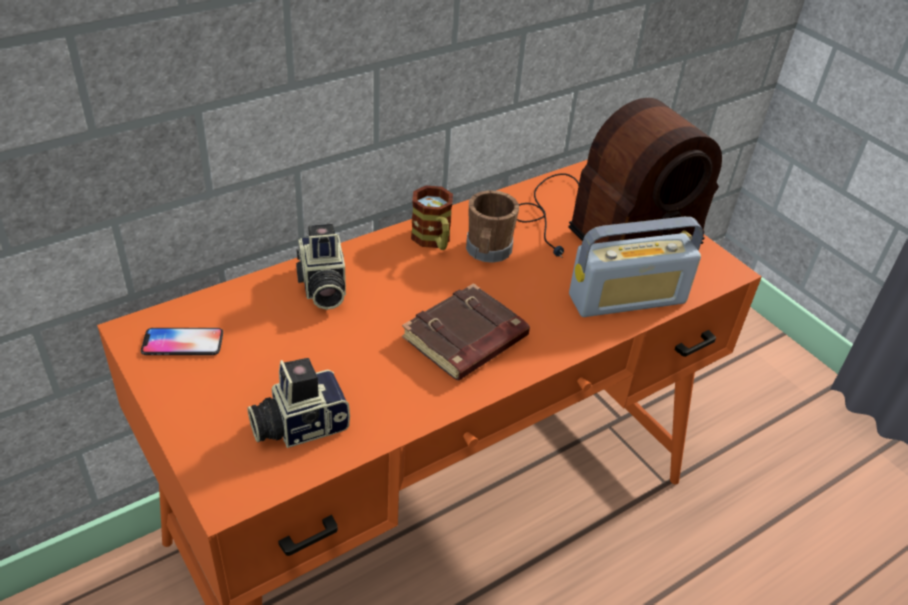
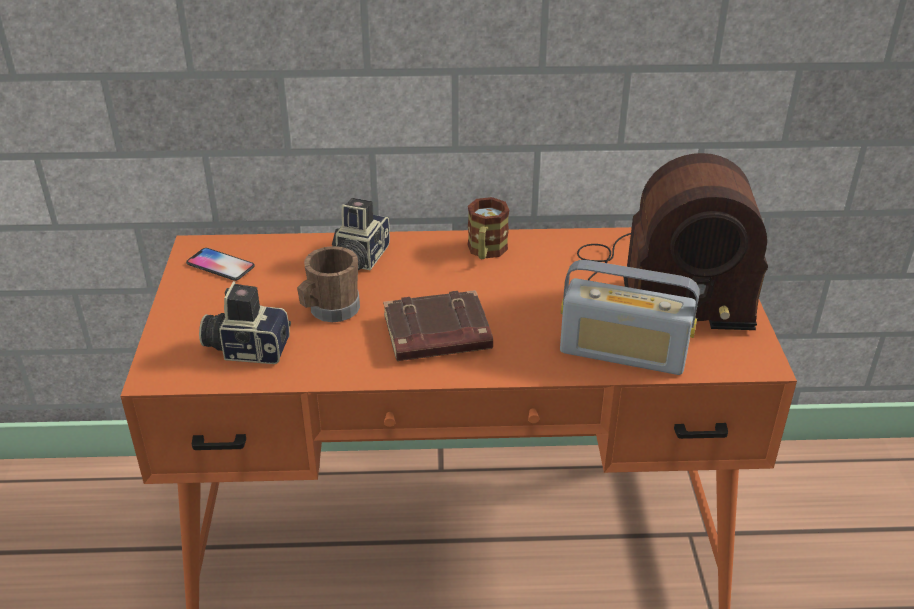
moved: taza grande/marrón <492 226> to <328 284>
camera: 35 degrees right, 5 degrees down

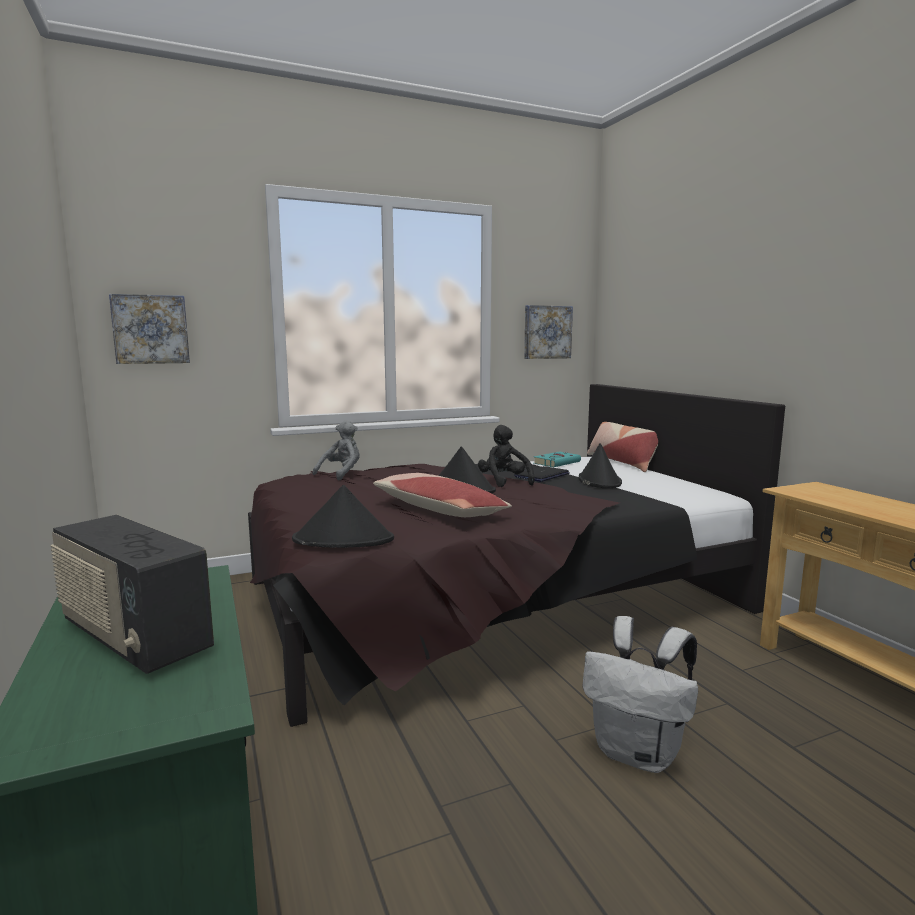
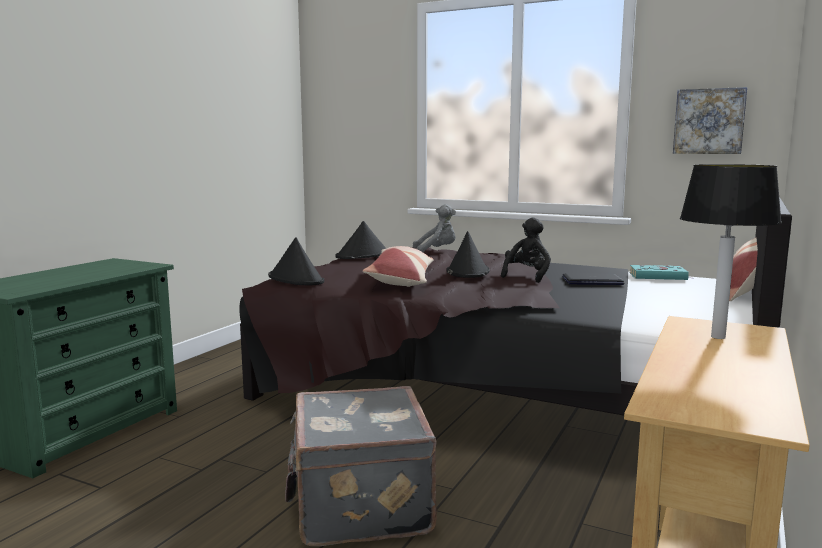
removed: radio <132 594>; cuadro <149 329>
added: lámpara de mesa <731 251>
moved: sombrero/negro <600 465> to <361 240>
replaced: mochila/blanco <640 694> to maleta/gris <361 466>
camera: 50 degrees right, 0 degrees up

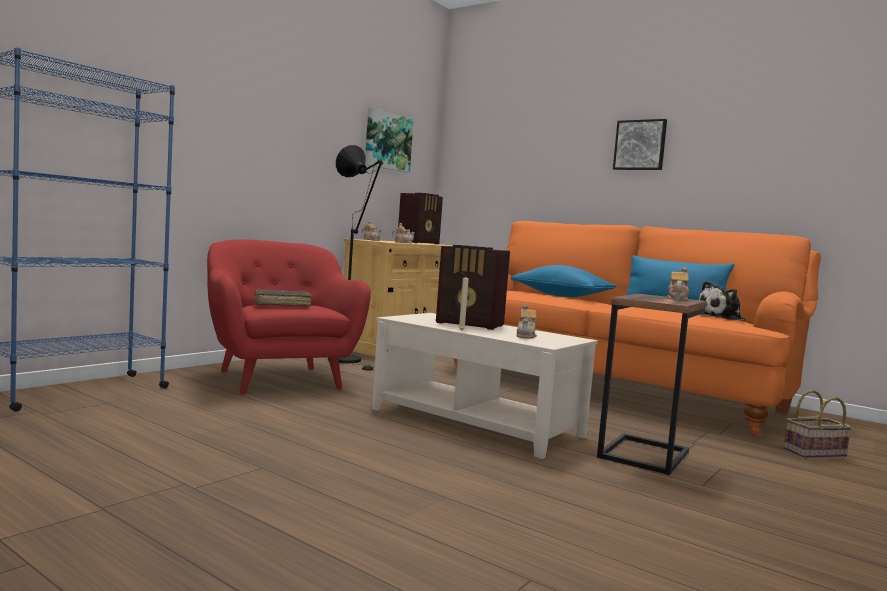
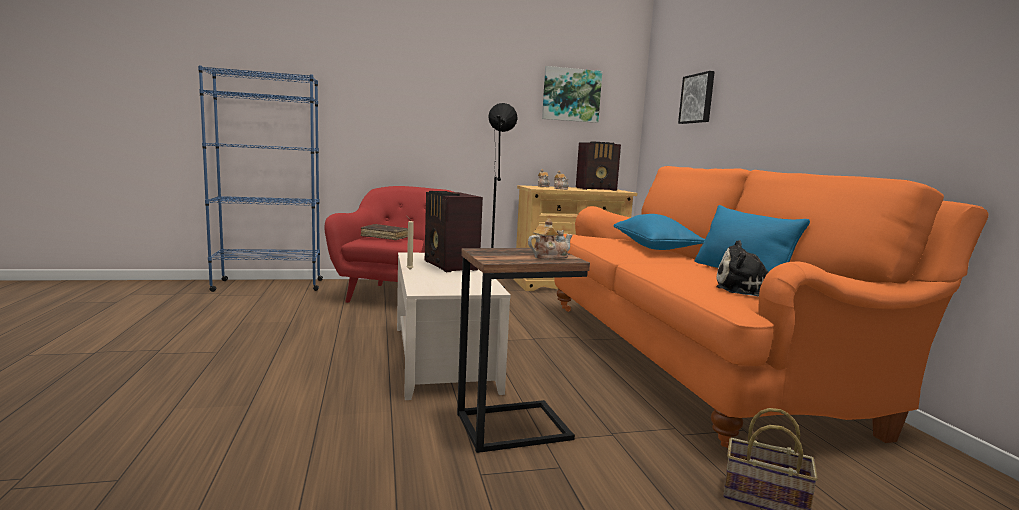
removed: tetera <527 321>
moved: cuadro <640 144> to <696 97>
camera: 40 degrees right, 5 degrees up

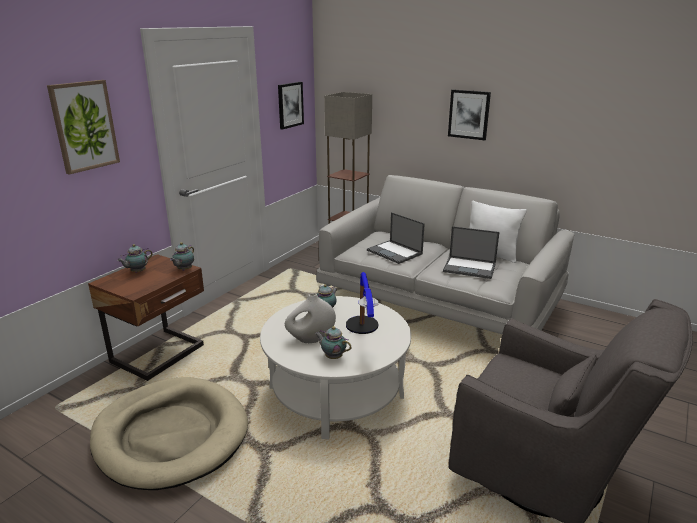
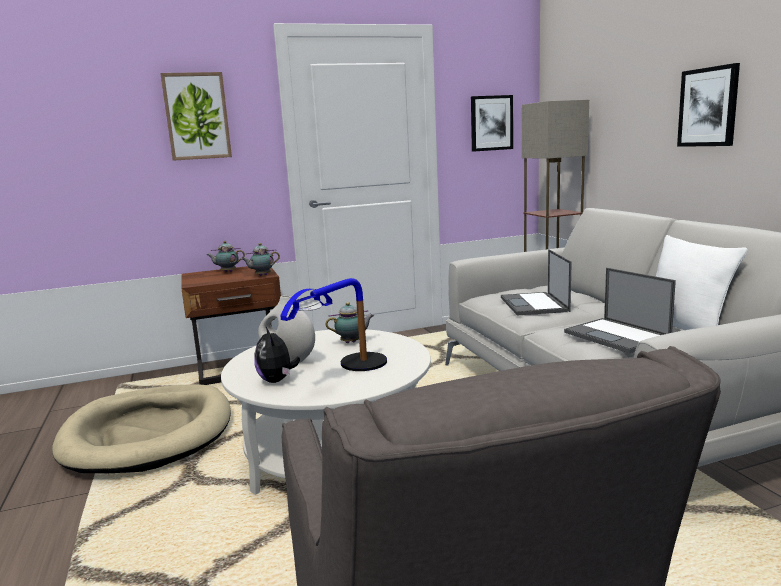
replaced: tetera <333 342> to peluche <277 355>
camera: 40 degrees right, 10 degrees down

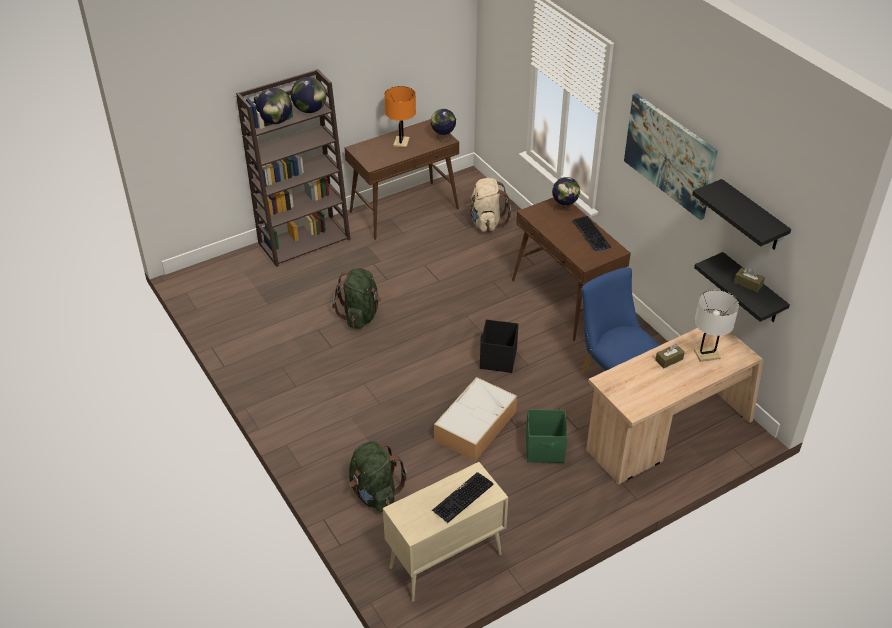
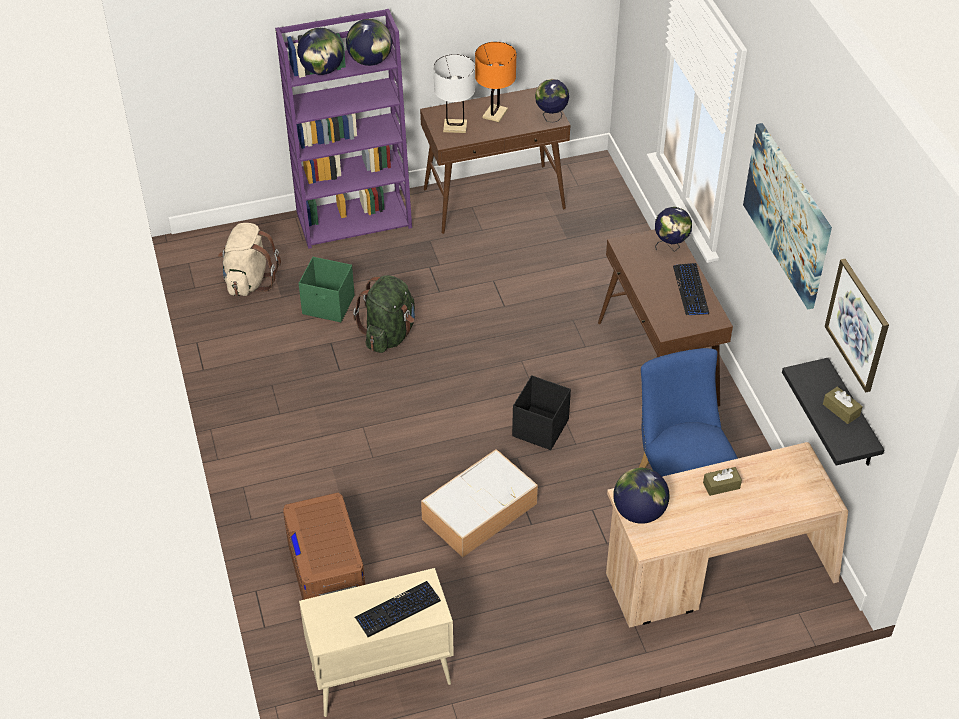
added: globo terráqueo <641 496>
moved: mochila/beis <488 205> to <249 259>; caja de almacenaje/verde <546 436> to <327 289>; lámpara de mesa/blanco <716 326> to <454 93>
replaced: mochila/verde <378 476> to caja de almacenaje/marrón <324 546>; estante/negro <741 214> to cuadro <857 325>
recoloured: estantería/marrón <293 168> to estantería/morado <343 129>
camera: 15 degrees right, 5 degrees up

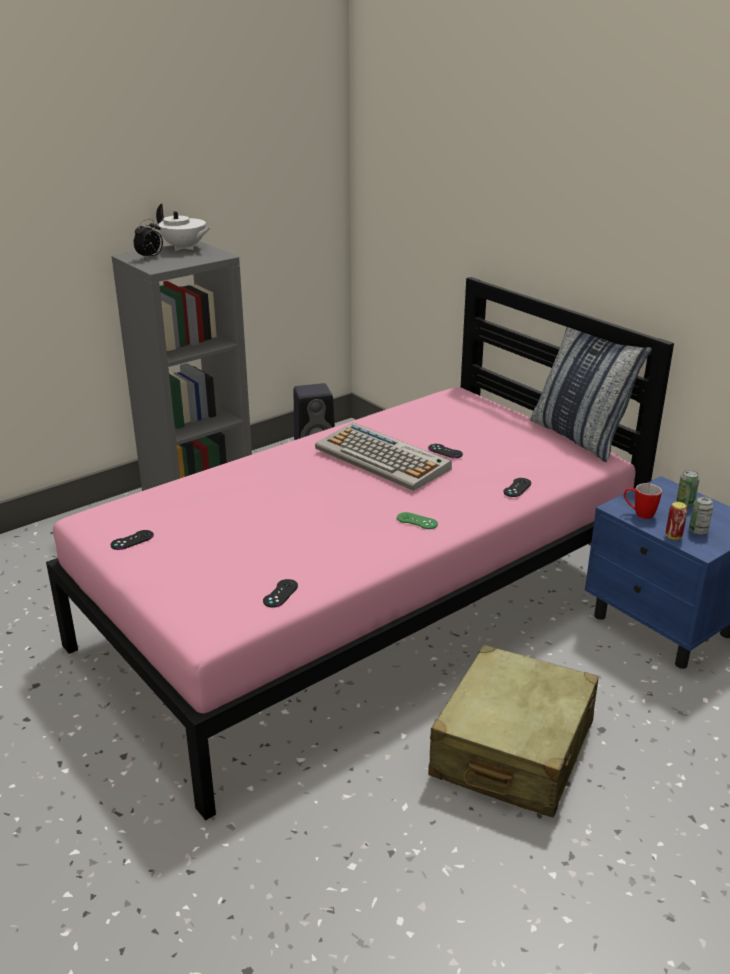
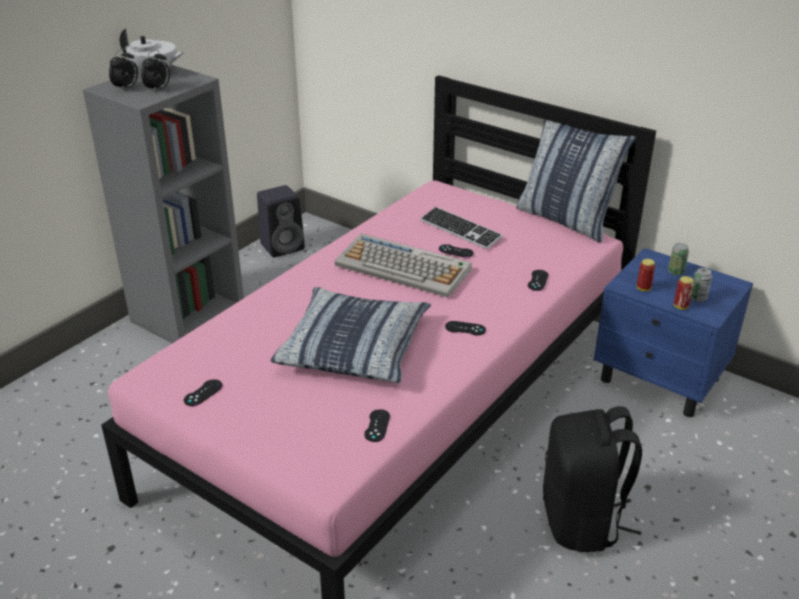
added: despertador <155 71>; cojín <350 335>; teclado <461 228>
replaced: maleta/beis <513 731> to mochila/negro <592 479>; taza grande <643 501> to lata <646 275>
recoloured: mando de consola/verde <417 520> to mando de consola/negro <465 328>
camera: 15 degrees left, 5 degrees up

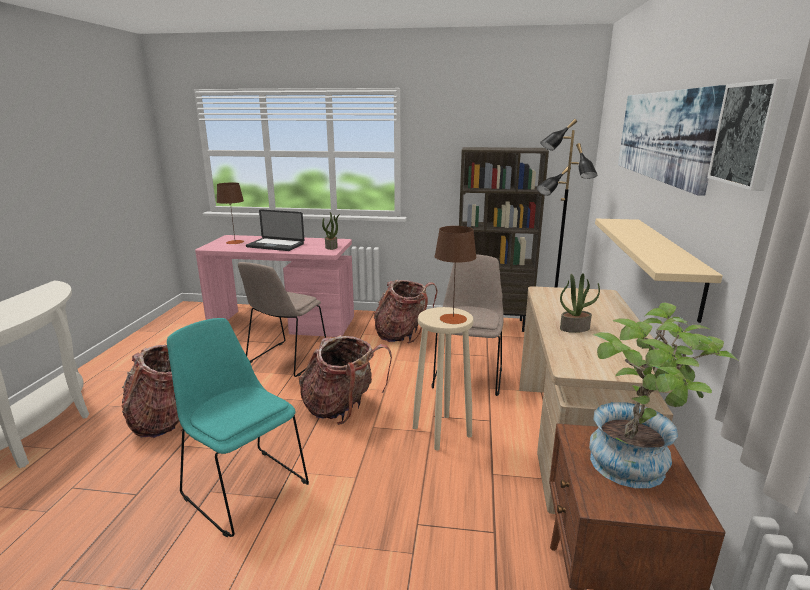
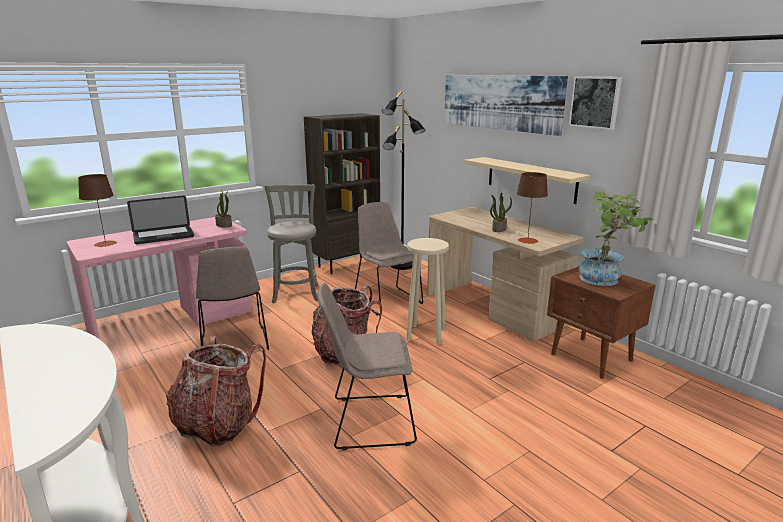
moved: lámpara de mesa/marrón <455 275> to <532 208>
replaced: mochila <406 311> to taburete/gris <291 243>
recoloured: silla/turquesa <238 427> to silla/beis <367 367>
camera: 45 degrees left, 0 degrees up

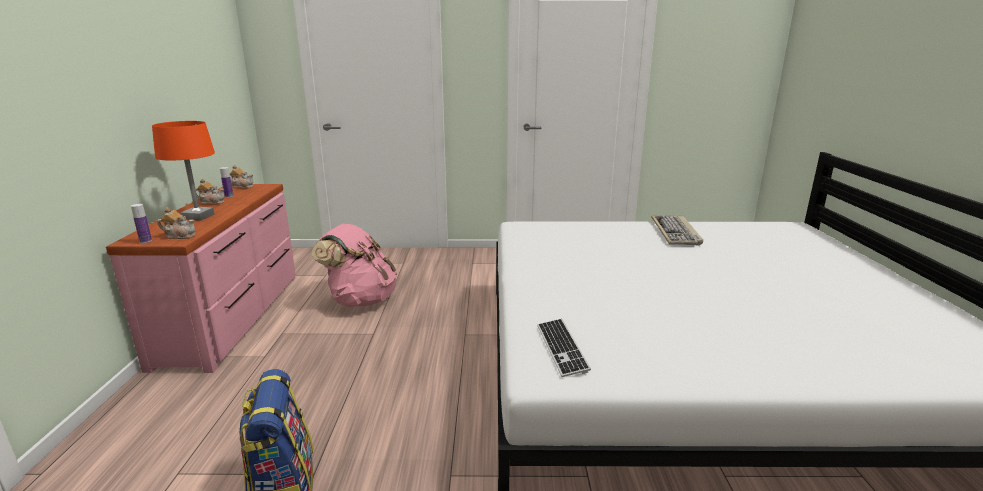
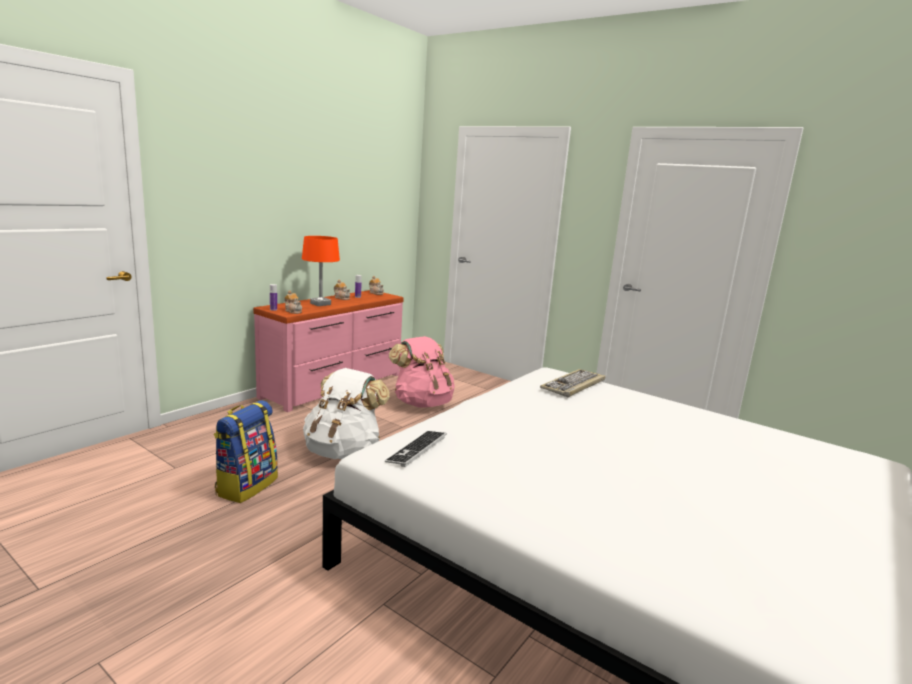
added: mochila/blanco <346 413>
moved: teclado <677 230> to <572 383>
camera: 35 degrees right, 5 degrees down

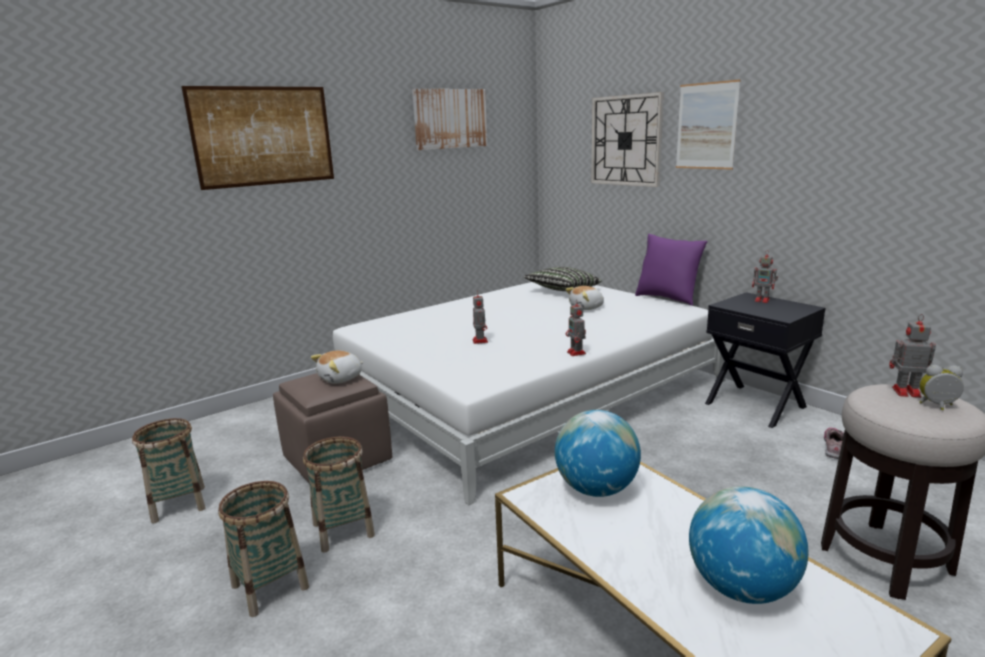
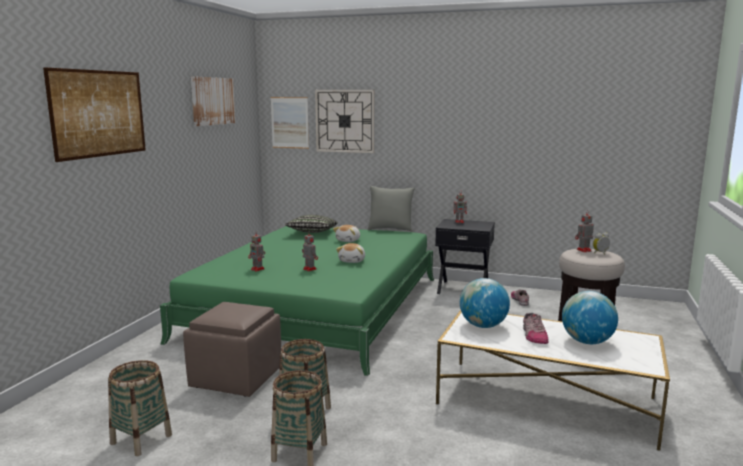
added: zapato <536 328>
moved: peluche <337 367> to <350 253>; robot de juguete <576 327> to <256 251>; cuadro <708 124> to <290 123>
recoloured: cama/blanco <529 393> to cama/verde <297 301>; cojín/morado <671 270> to cojín/gris <391 209>
camera: 35 degrees left, 5 degrees down

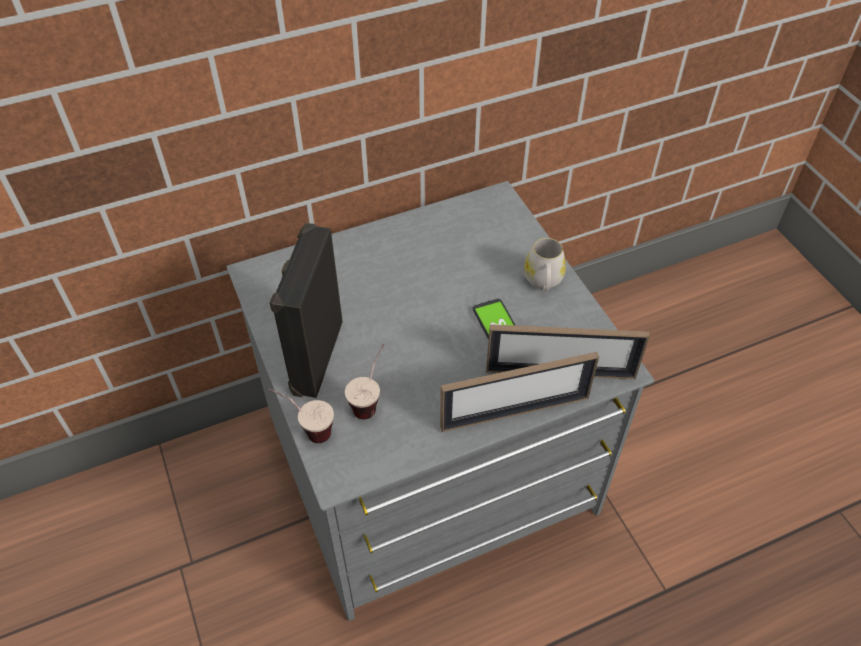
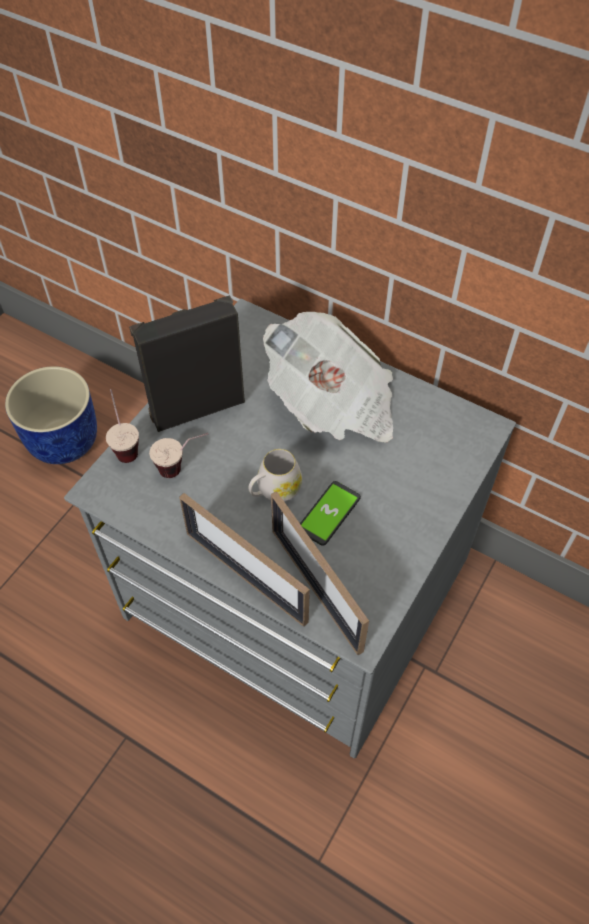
added: maceta/azul <51 415>; periódico <328 377>
moved: taza grande/blanco <545 264> to <275 475>
camera: 55 degrees right, 5 degrees up

